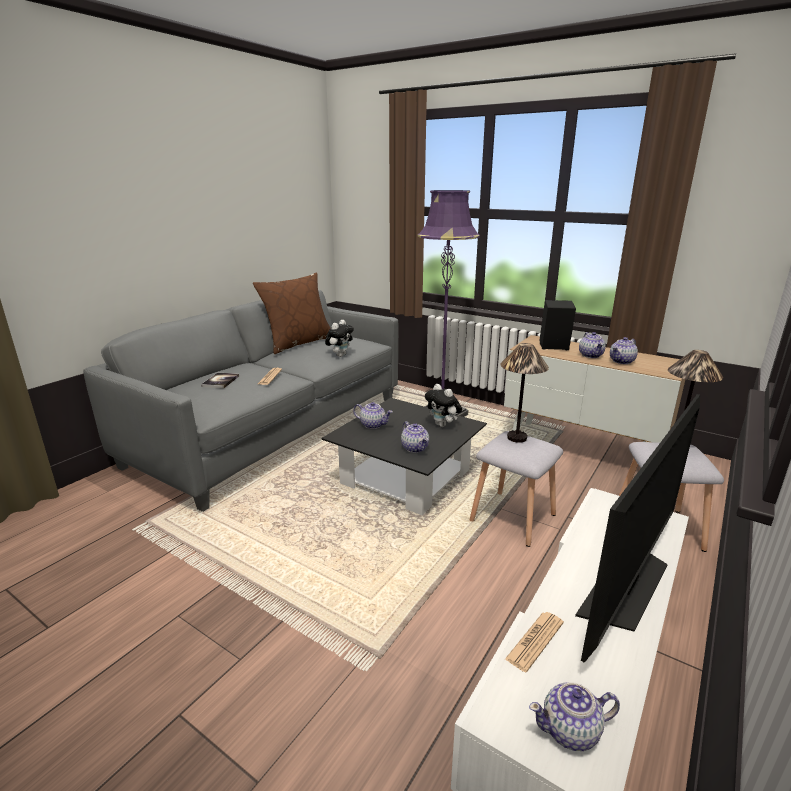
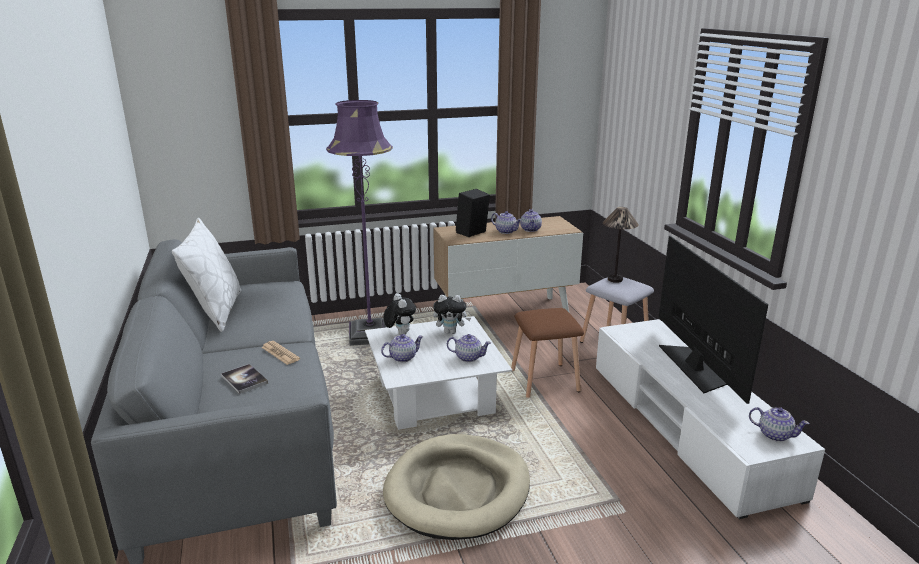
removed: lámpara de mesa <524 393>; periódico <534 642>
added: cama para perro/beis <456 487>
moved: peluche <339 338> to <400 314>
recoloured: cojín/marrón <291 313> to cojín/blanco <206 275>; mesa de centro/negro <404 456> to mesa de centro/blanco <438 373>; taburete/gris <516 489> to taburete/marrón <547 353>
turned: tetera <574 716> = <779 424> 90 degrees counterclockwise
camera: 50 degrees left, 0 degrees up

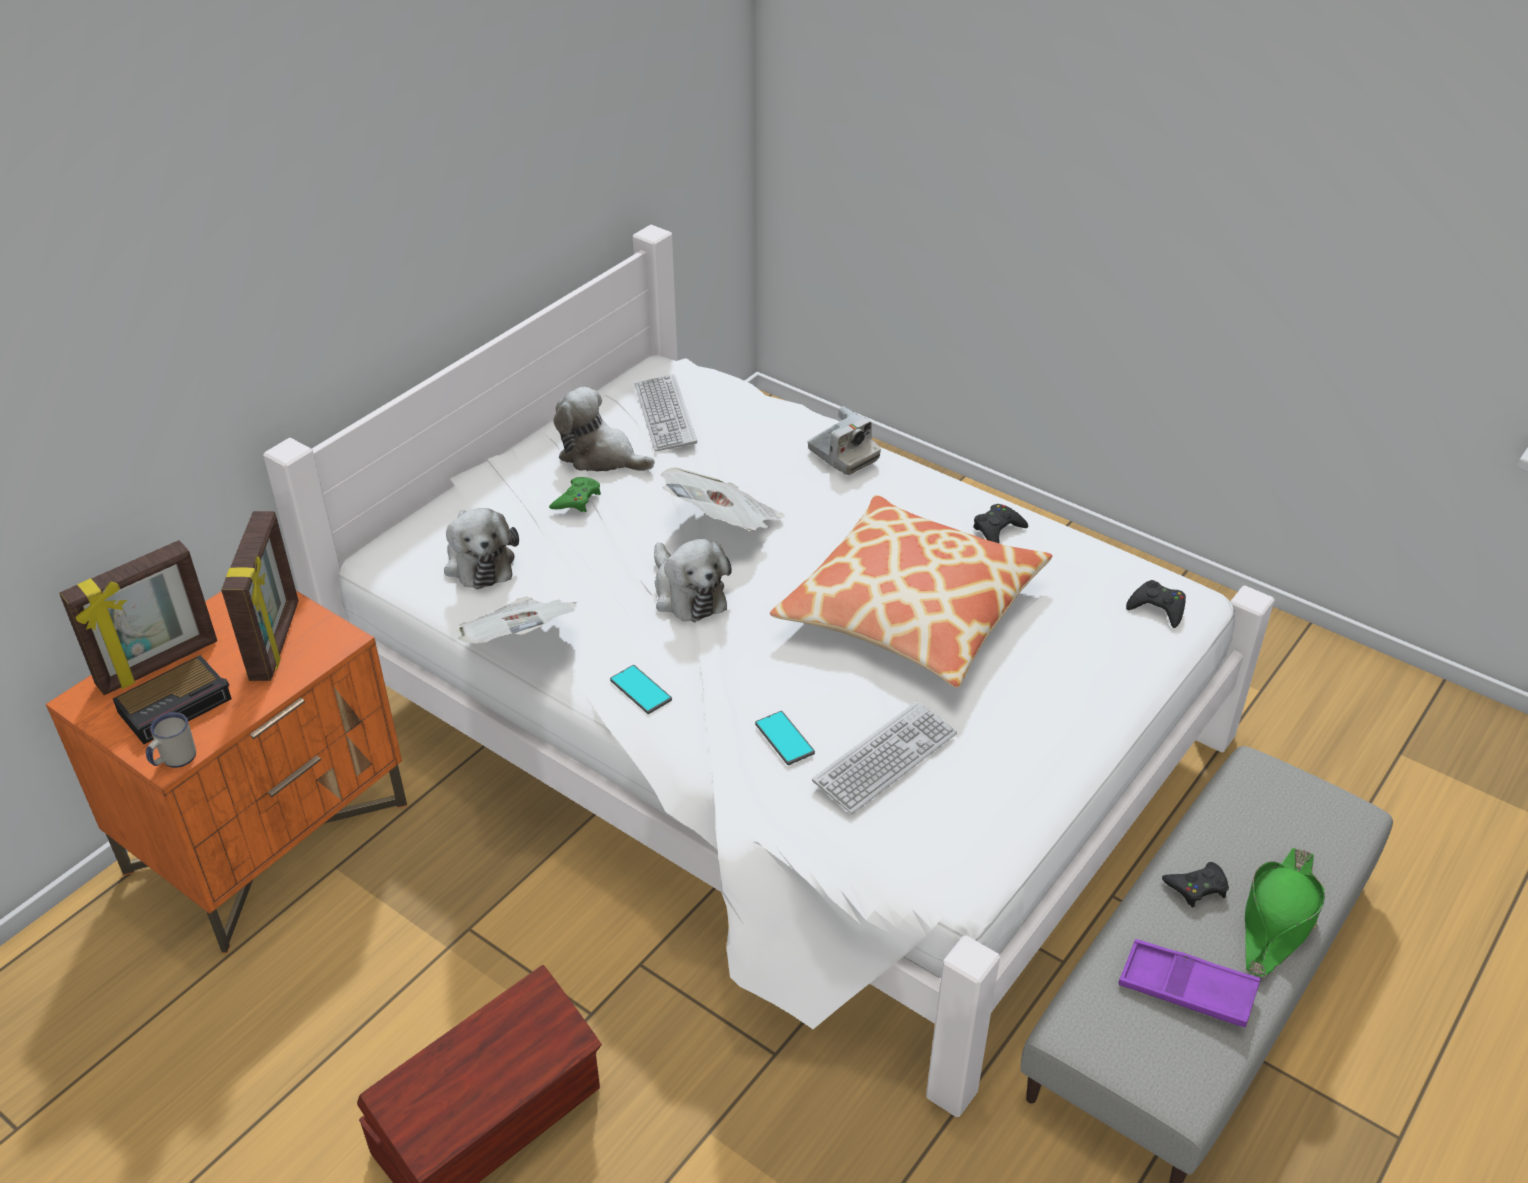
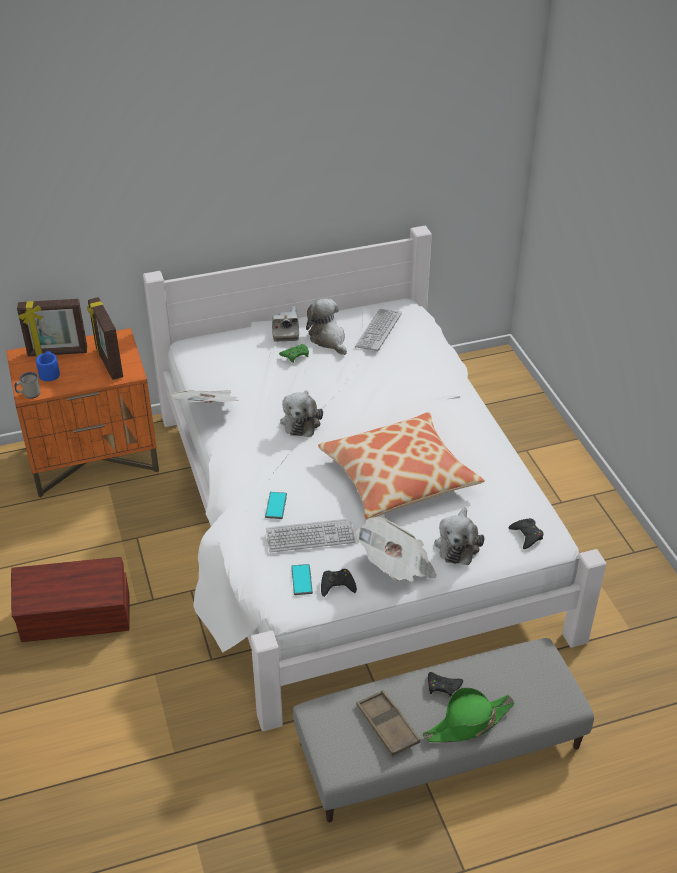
moved: peluche <481 548> to <459 536>; móvil <641 689> to <302 579>; periódico <722 499> to <396 549>; cámara <844 440> to <285 324>; mando de consola/negro <1000 524> to <339 583>
replaced: despertador <172 699> to taza grande/azul <48 366>
recoloured: bandeja/morado <1189 983> to bandeja/marrón <388 723>
turned: portarretratos <260 596> = <105 338> 120 degrees clockwise
camera: 35 degrees right, 0 degrees up

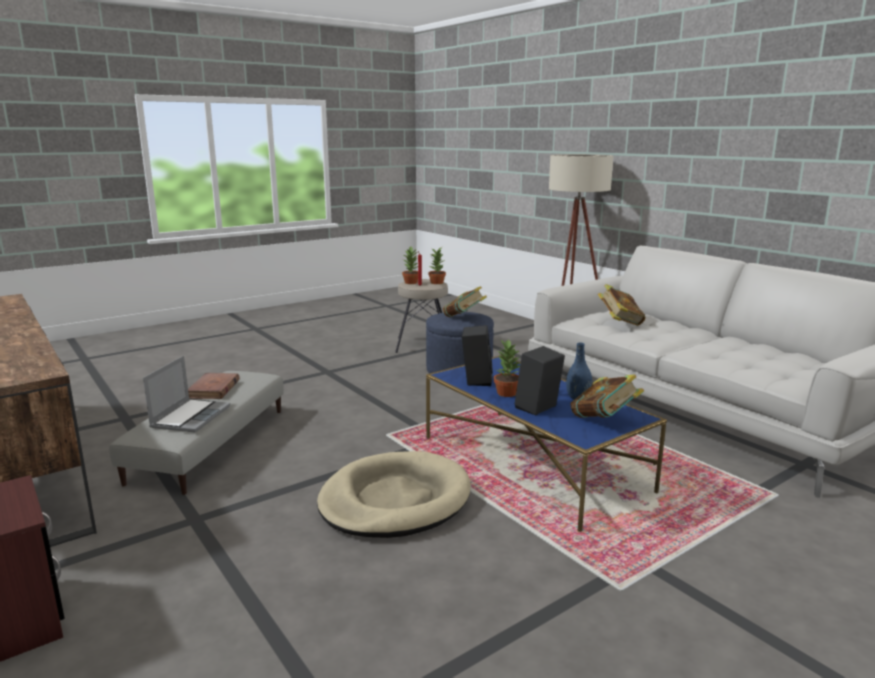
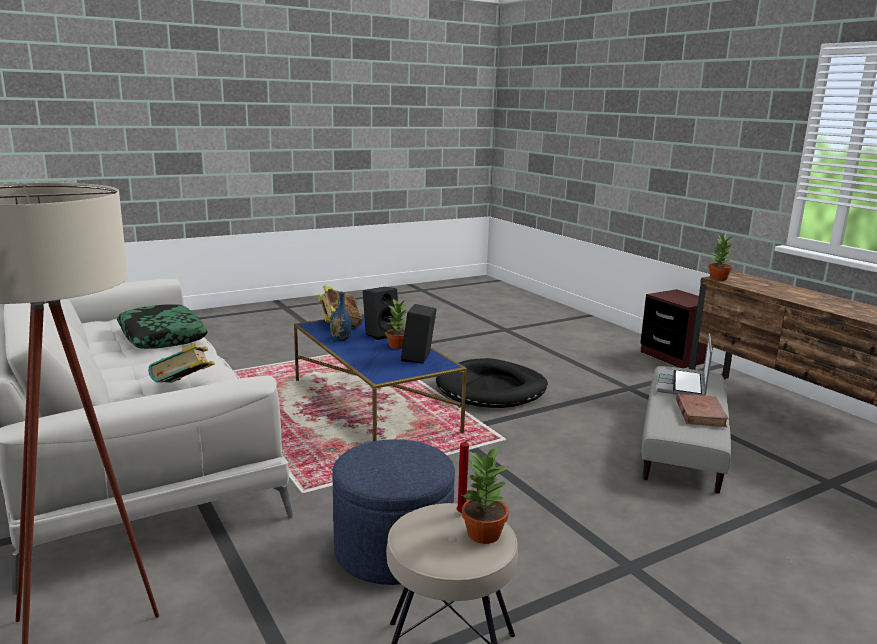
removed: libro <465 301>
added: cojín <162 326>
moved: planta en maceta <437 265> to <721 258>
recoloured: cama para perro/beis <394 494> to cama para perro/negro <492 383>
camera: 175 degrees left, 0 degrees up

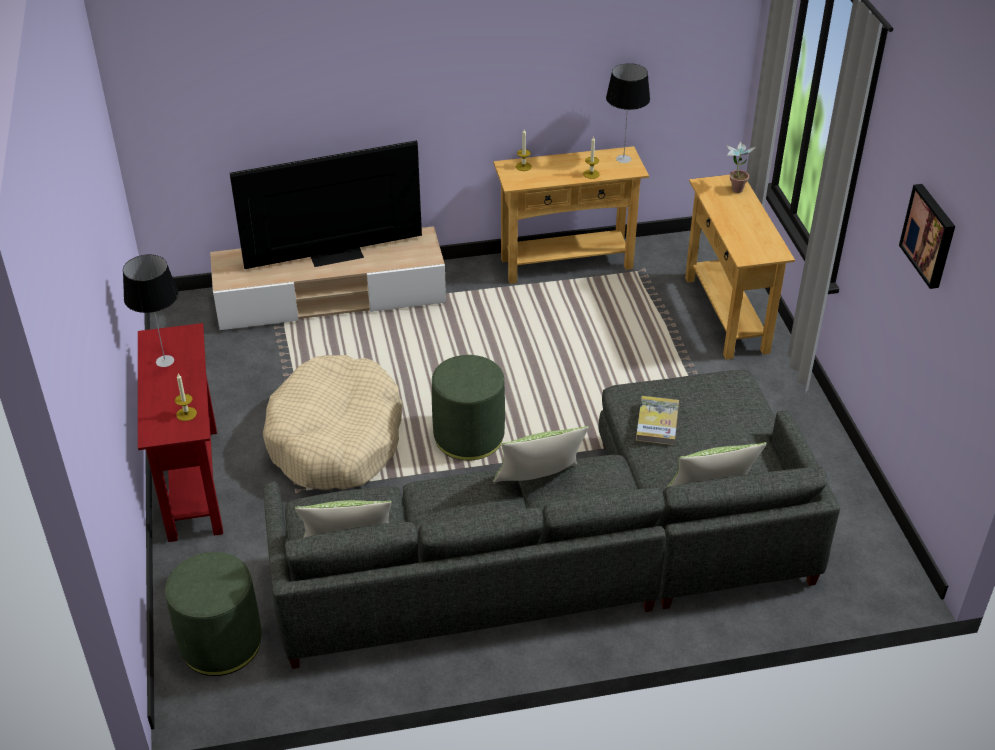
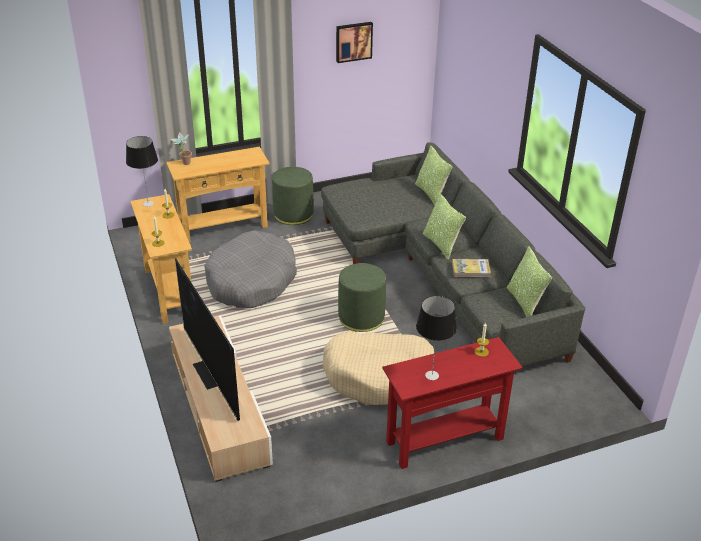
added: cama para perro/gris <250 269>
moved: puf/verde <213 614> to <293 196>; libro <657 420> to <471 268>
camera: 100 degrees left, 5 degrees down

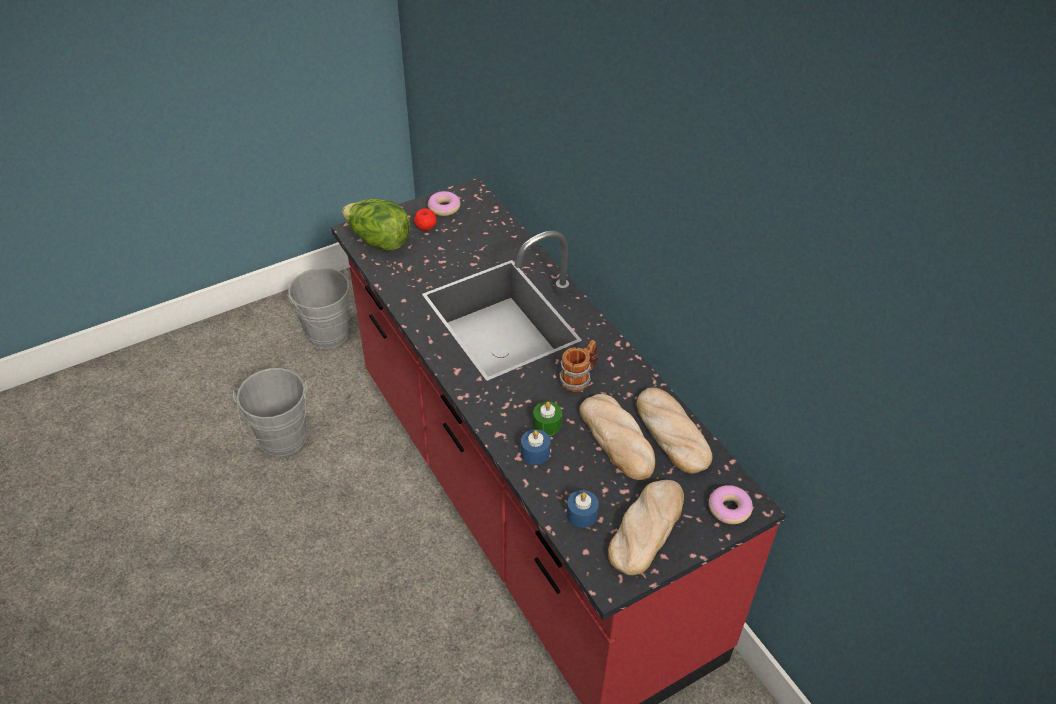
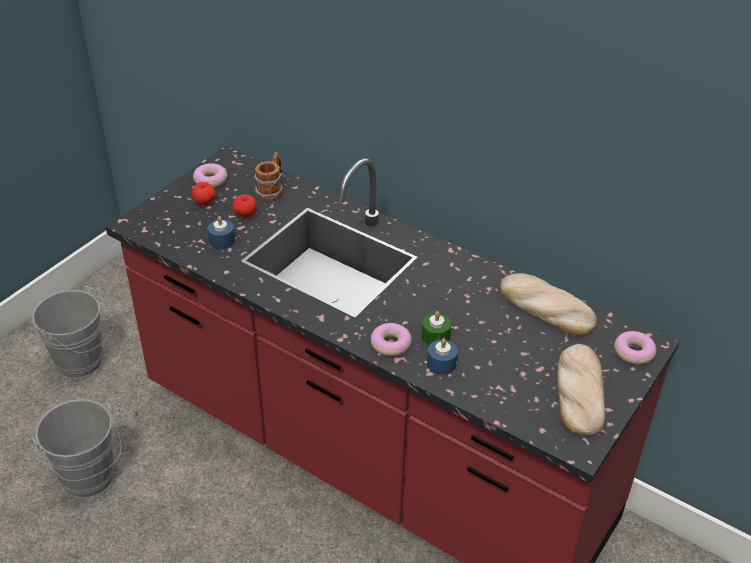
removed: lechuga <376 225>; pan <617 437>
added: manzana <244 205>; rosquilla <391 339>
moved: taza grande <578 366> to <268 176>; vela/azul <583 509> to <221 232>
camera: 25 degrees left, 5 degrees down

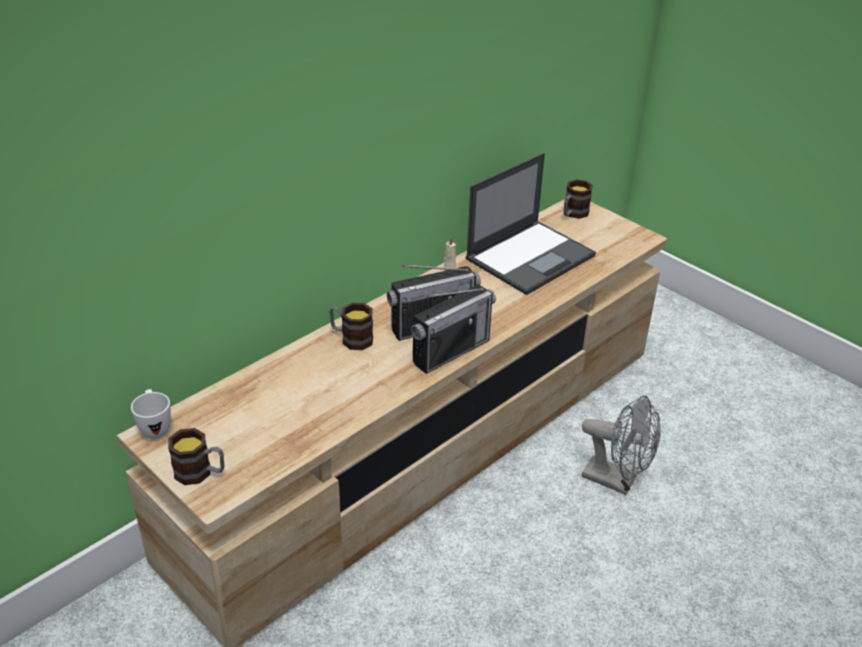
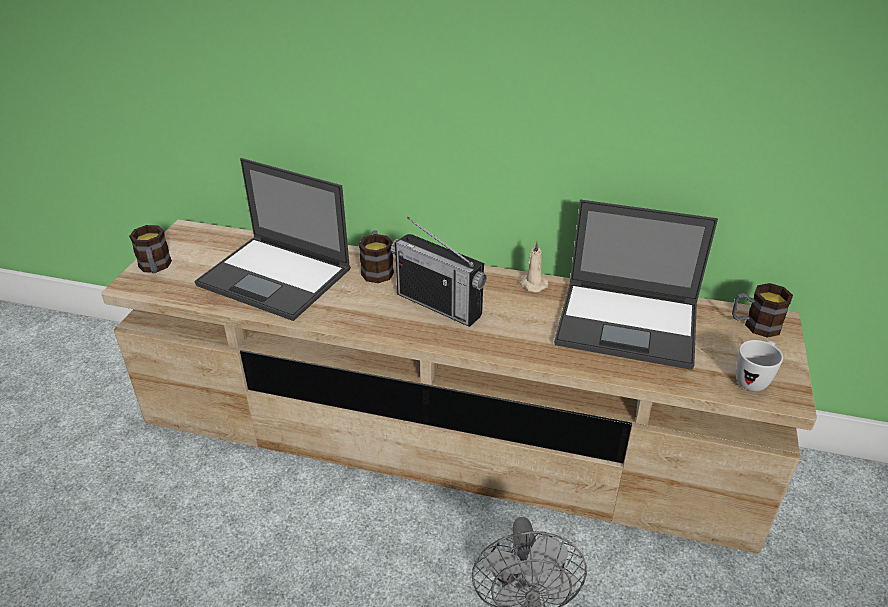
removed: radio <453 329>
added: portátil <273 239>
moved: taza grande/blanco <151 414> to <759 365>
camera: 60 degrees right, 0 degrees up

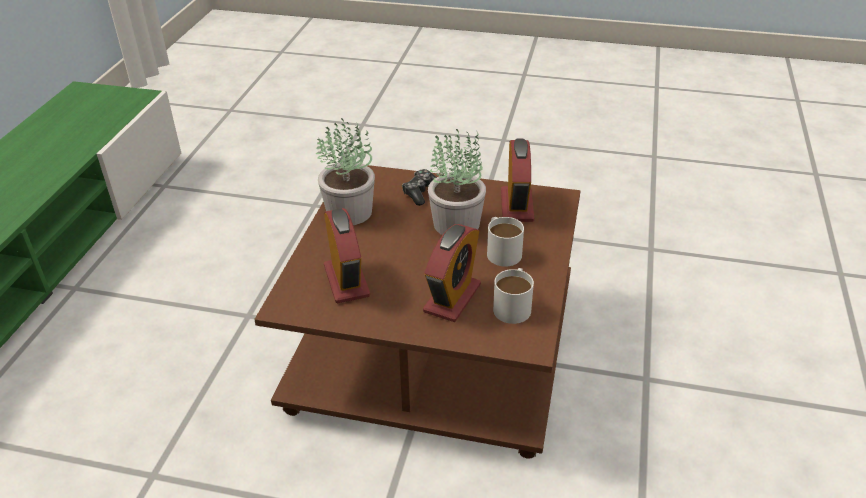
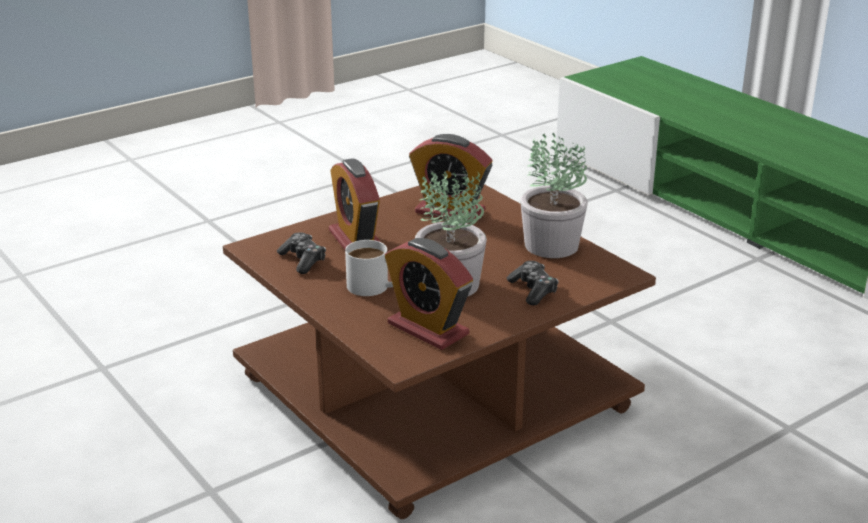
replaced: taza grande/blanco <513 296> to mando de consola <301 253>
camera: 130 degrees right, 10 degrees down

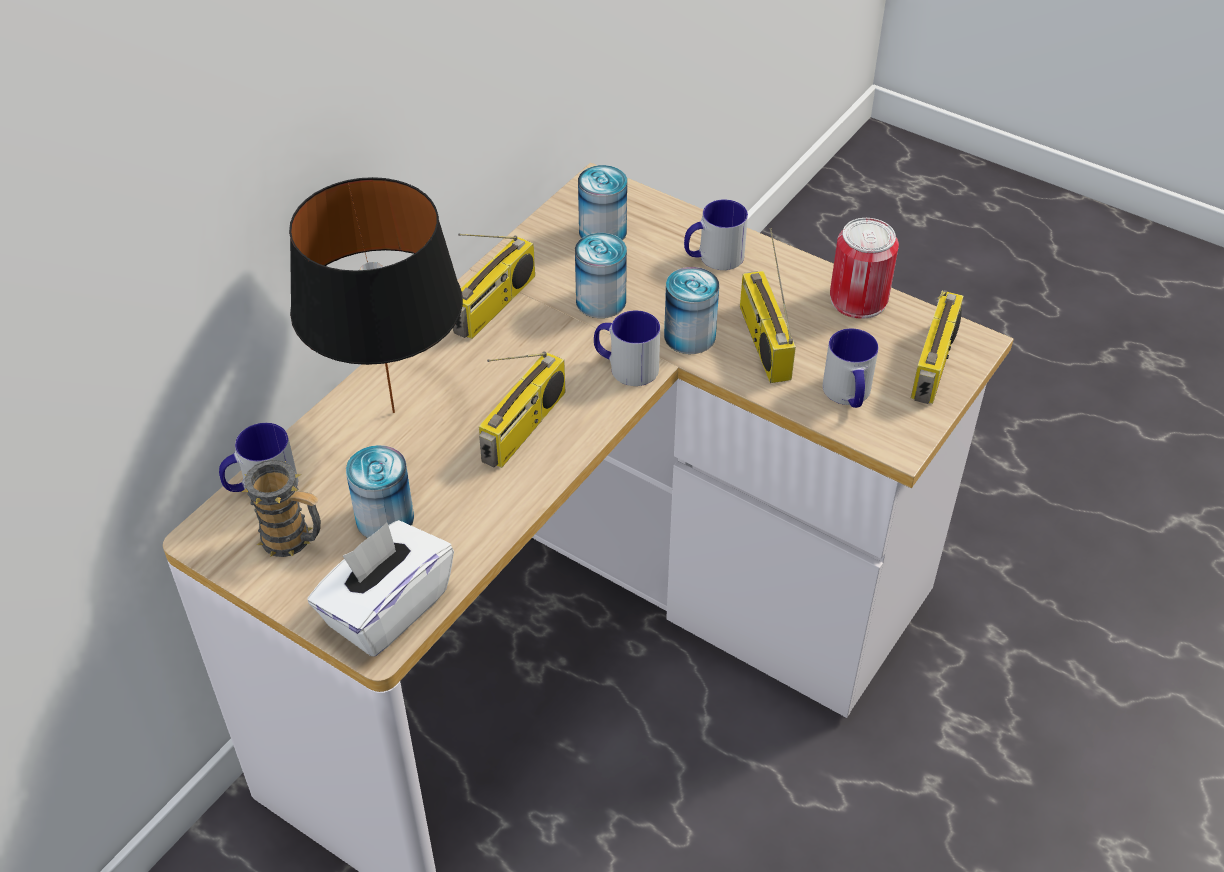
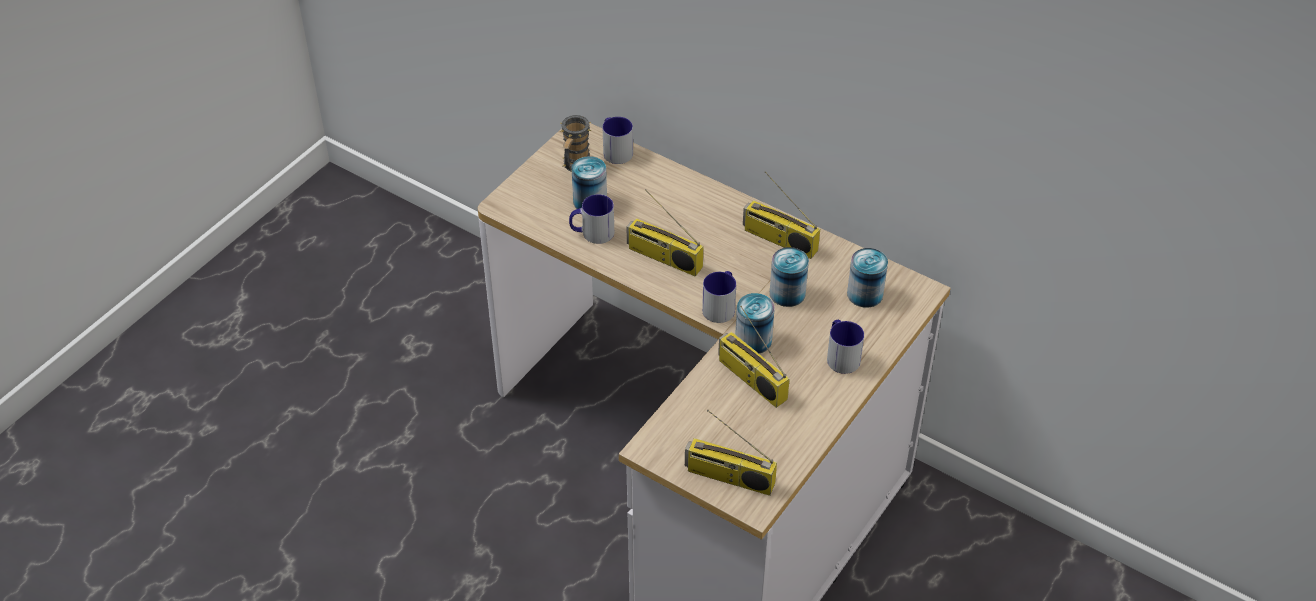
removed: lámpara de mesa/negro <376 295>; caja de pañuelos/blanco <381 588>; lata <864 268>
moved: taza grande <850 368> to <591 219>
turned: radio <768 305> = <754 357> 120 degrees counterclockwise
camera: 90 degrees right, 0 degrees up

